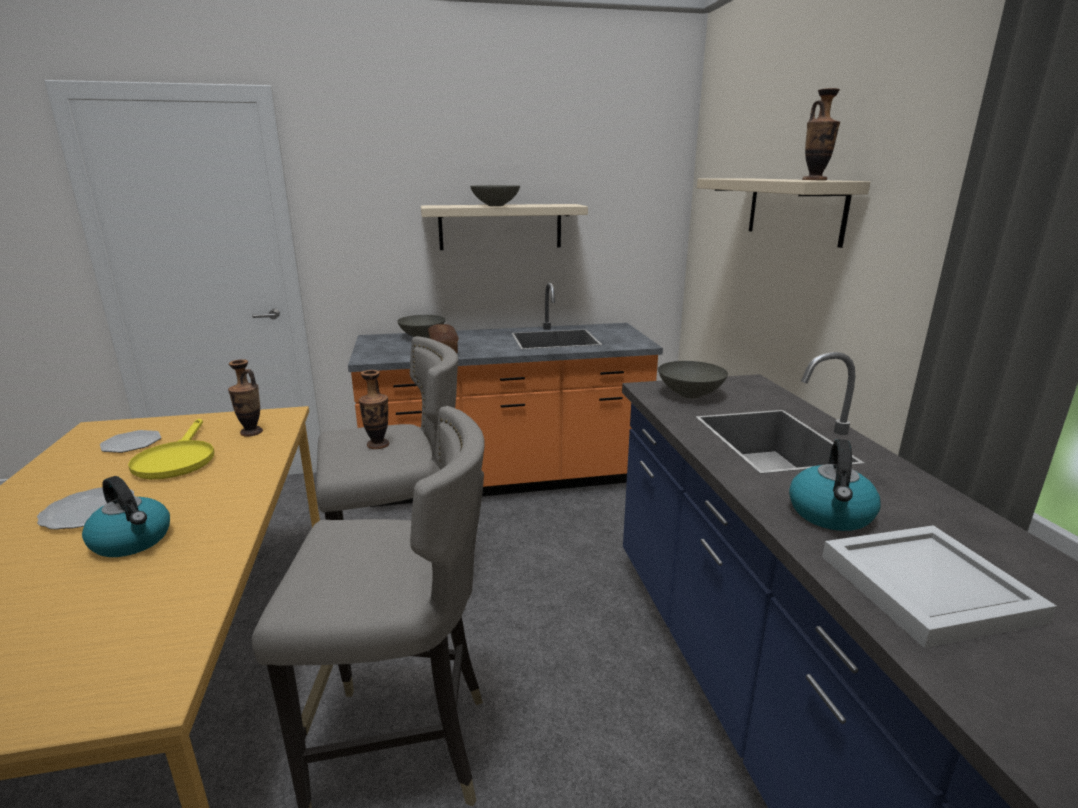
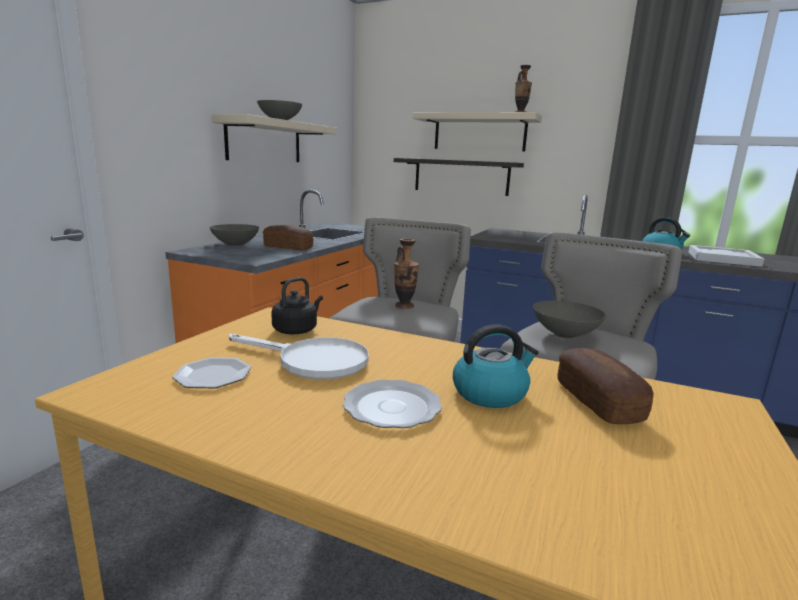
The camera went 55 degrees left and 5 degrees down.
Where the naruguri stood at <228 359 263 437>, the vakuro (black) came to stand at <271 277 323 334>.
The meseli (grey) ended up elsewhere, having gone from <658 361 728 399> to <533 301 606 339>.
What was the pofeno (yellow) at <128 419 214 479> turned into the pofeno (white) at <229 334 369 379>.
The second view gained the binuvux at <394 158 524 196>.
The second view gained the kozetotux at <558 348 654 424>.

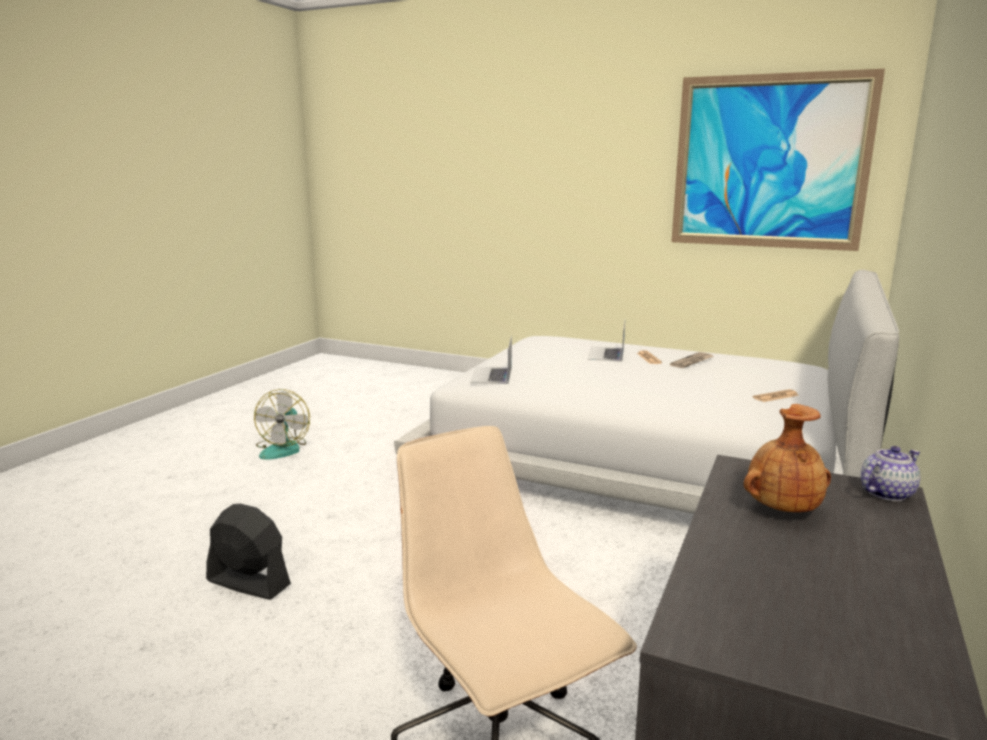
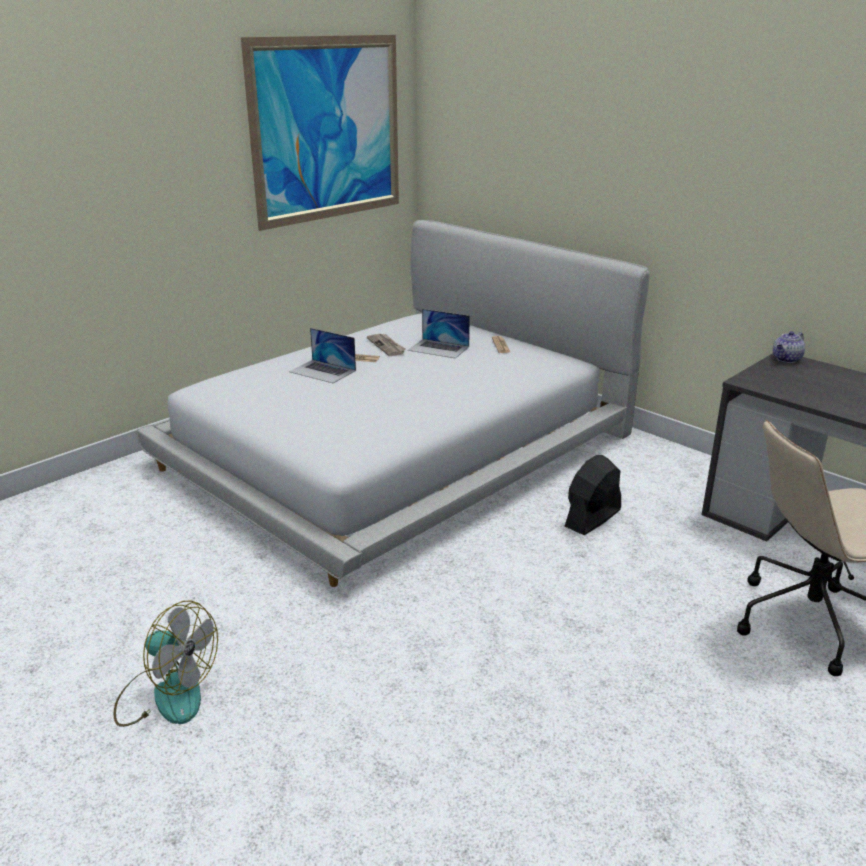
The camera went 70 degrees left and 10 degrees up.
The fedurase ended up elsewhere, having gone from <470 335 512 384> to <408 309 470 359>.
The second view lost the naruguri (brown) at <744 404 831 512>.
The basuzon at <861 446 920 501> ended up facing another way, 120 degrees counterclockwise from before.
The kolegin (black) ended up elsewhere, having gone from <206 504 291 600> to <565 455 621 535>.

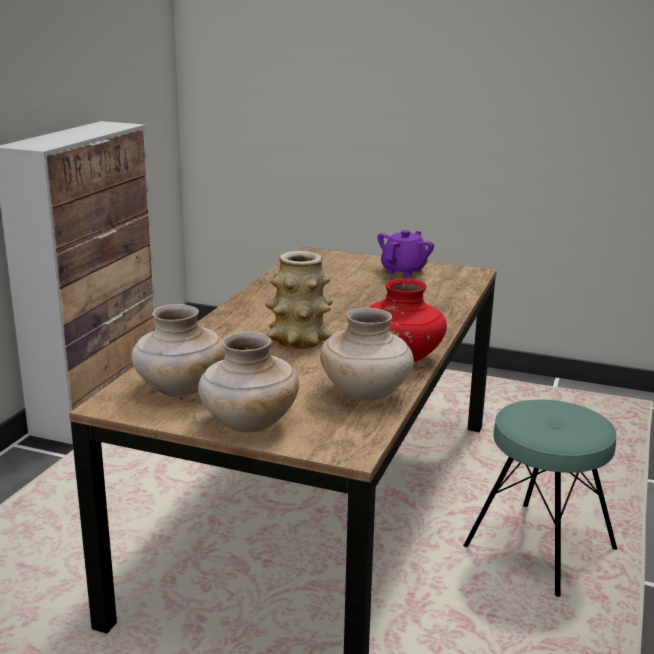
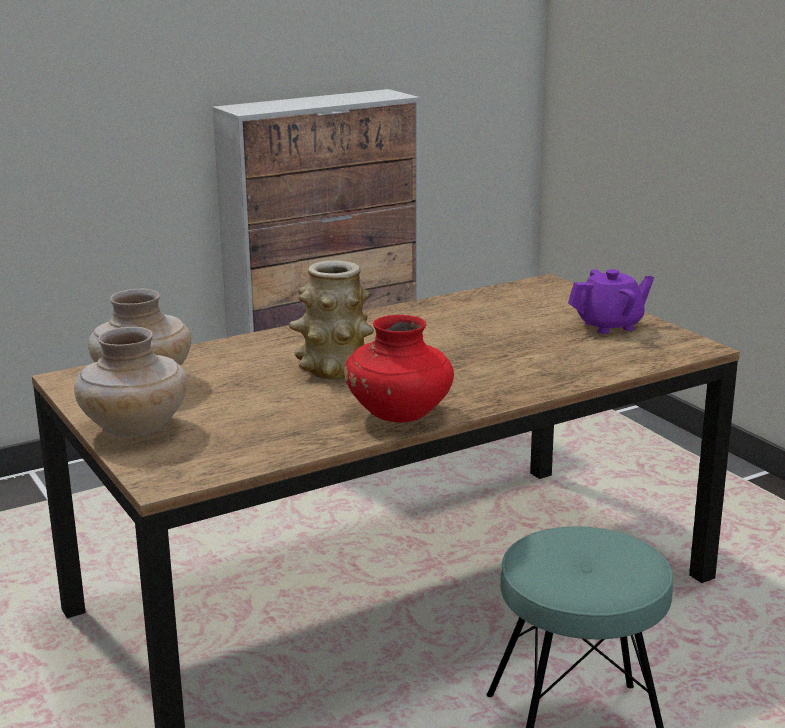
The camera went 40 degrees right and 0 degrees up.
The second view lost the naruguri (beige) at <320 308 414 401>.

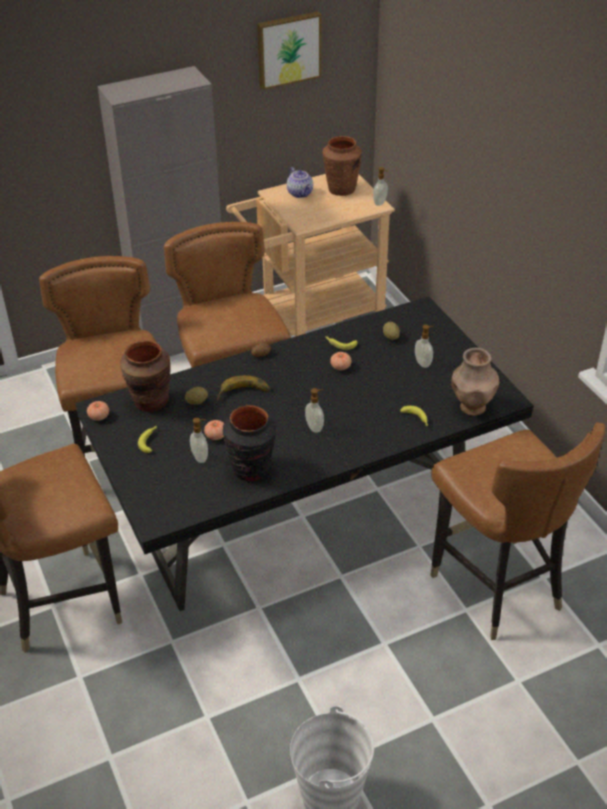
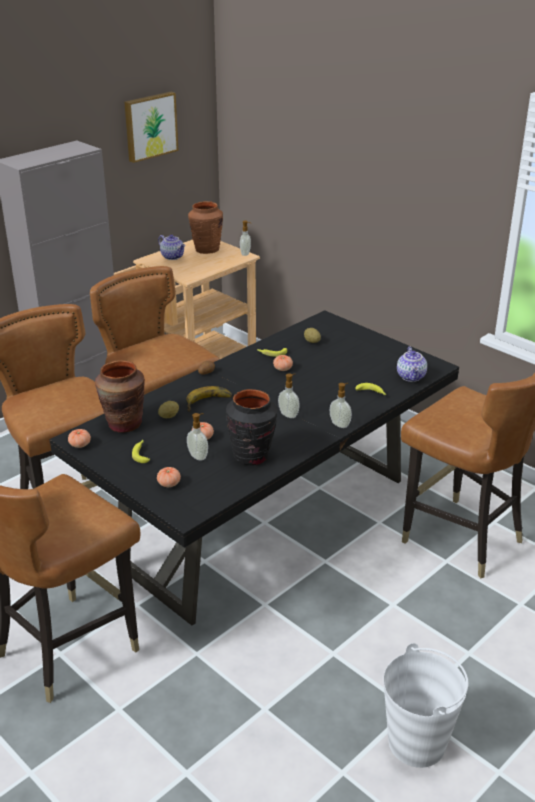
The camera went 20 degrees left and 10 degrees down.
The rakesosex ended up elsewhere, having gone from <415 325 434 368> to <330 383 352 428>.
Where the naruguri (brown) stood at <451 348 499 416>, the basuzon came to stand at <397 346 427 382>.
The second view gained the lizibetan at <157 467 181 487>.

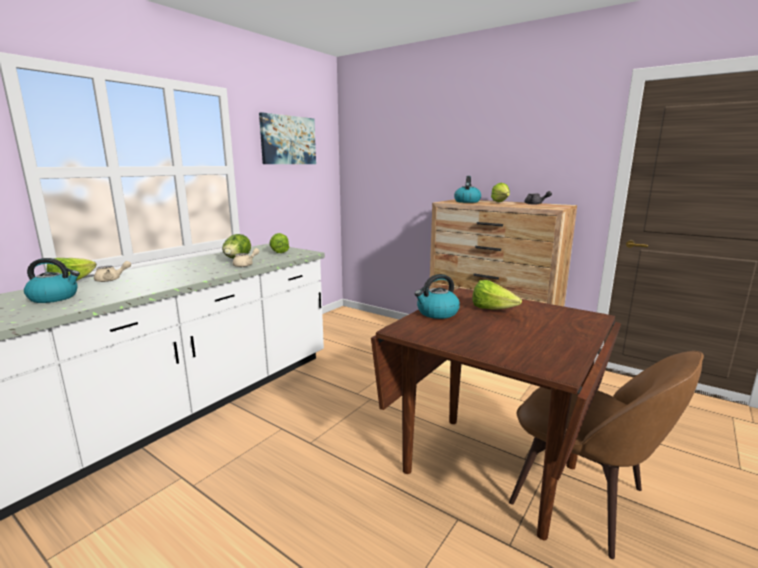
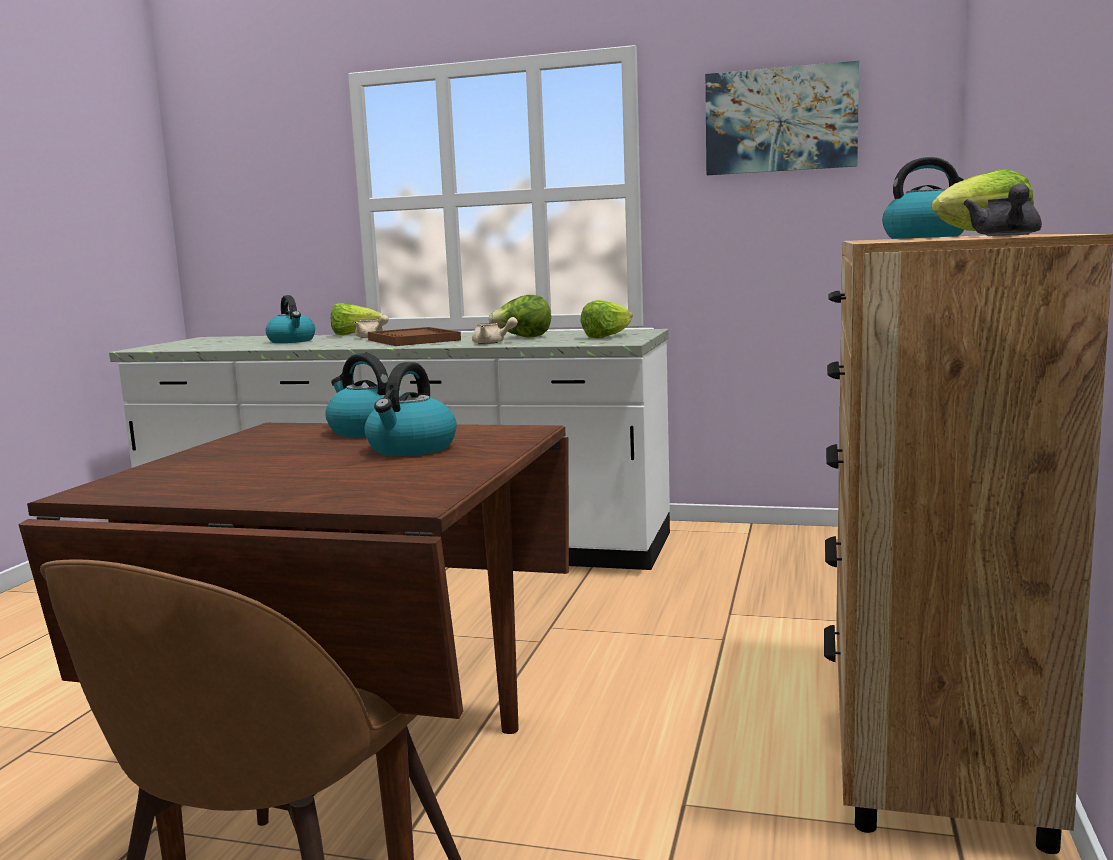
The camera went 70 degrees right and 5 degrees down.
Where the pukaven stood at <472 280 522 310>, the vakuro came to stand at <365 362 457 456>.
The second view gained the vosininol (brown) at <368 327 461 346>.

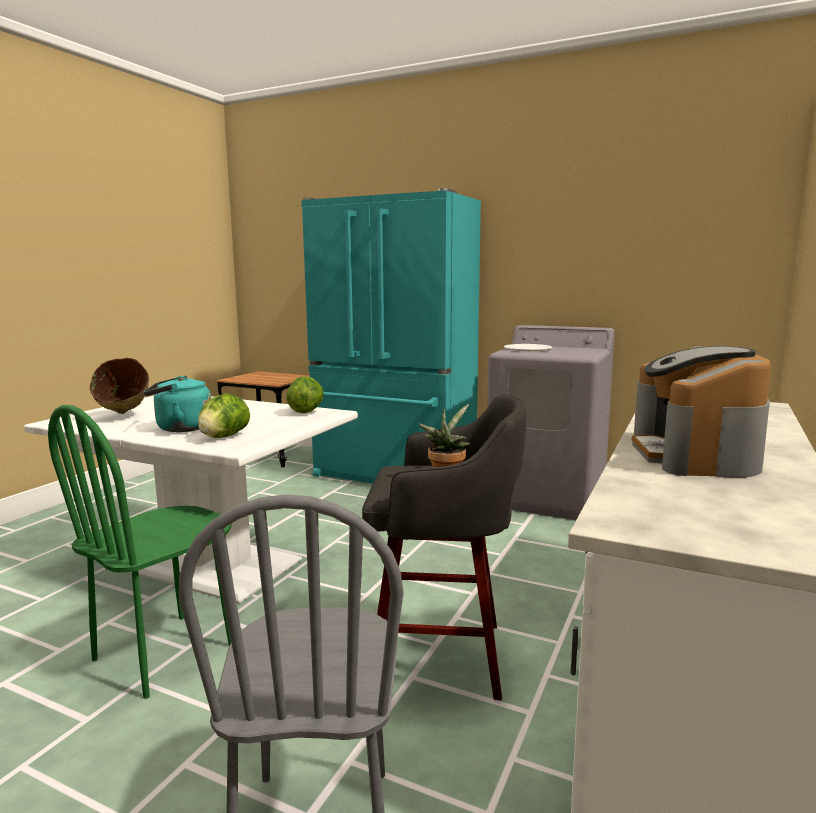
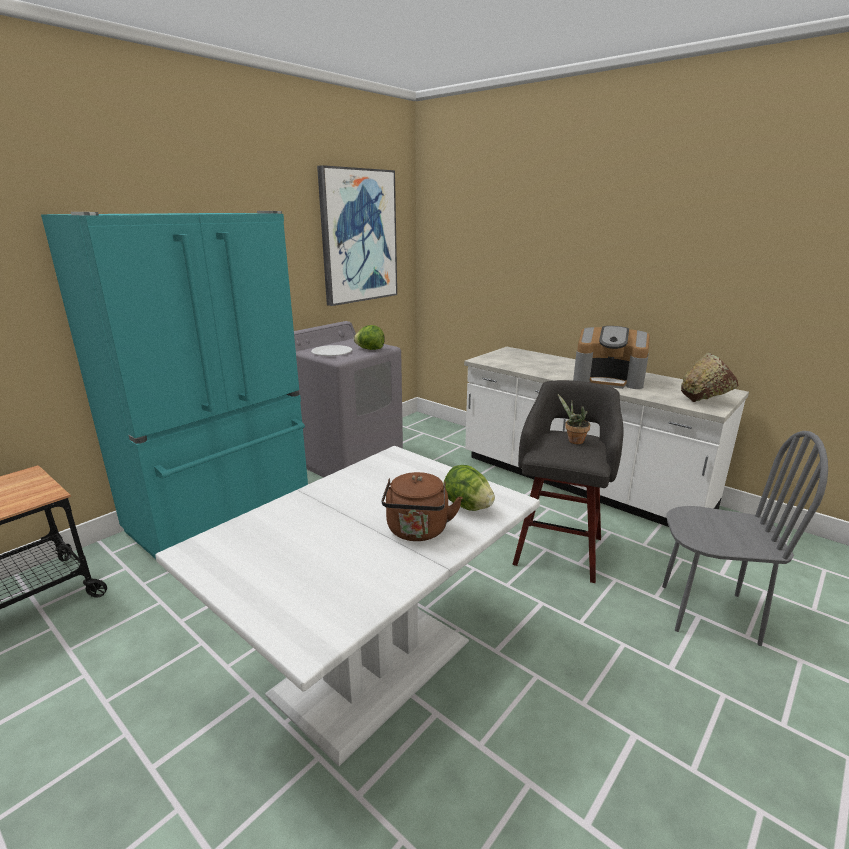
The camera went 75 degrees left and 10 degrees up.
The meseli (brown) ended up elsewhere, having gone from <90 358 150 414> to <681 352 738 402>.
What was the vakuro (turquoise) at <144 376 211 432> turned into the vakuro (brown) at <381 472 463 541>.
The pukaven ended up elsewhere, having gone from <286 376 324 413> to <354 325 385 350>.
The second view lost the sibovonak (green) at <48 405 232 699>.
The second view gained the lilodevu at <317 165 397 306>.

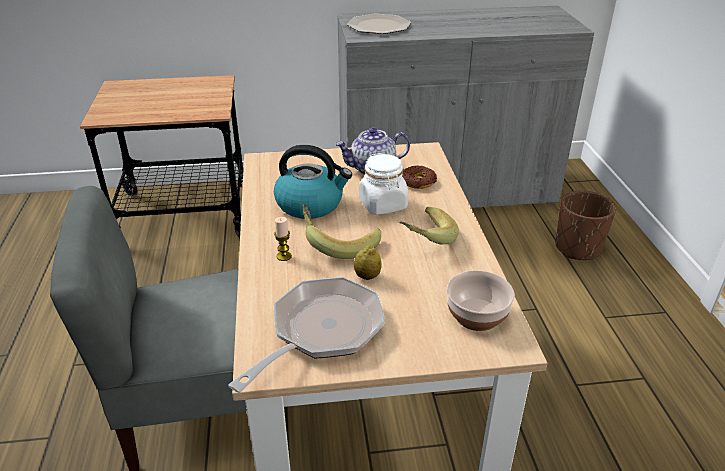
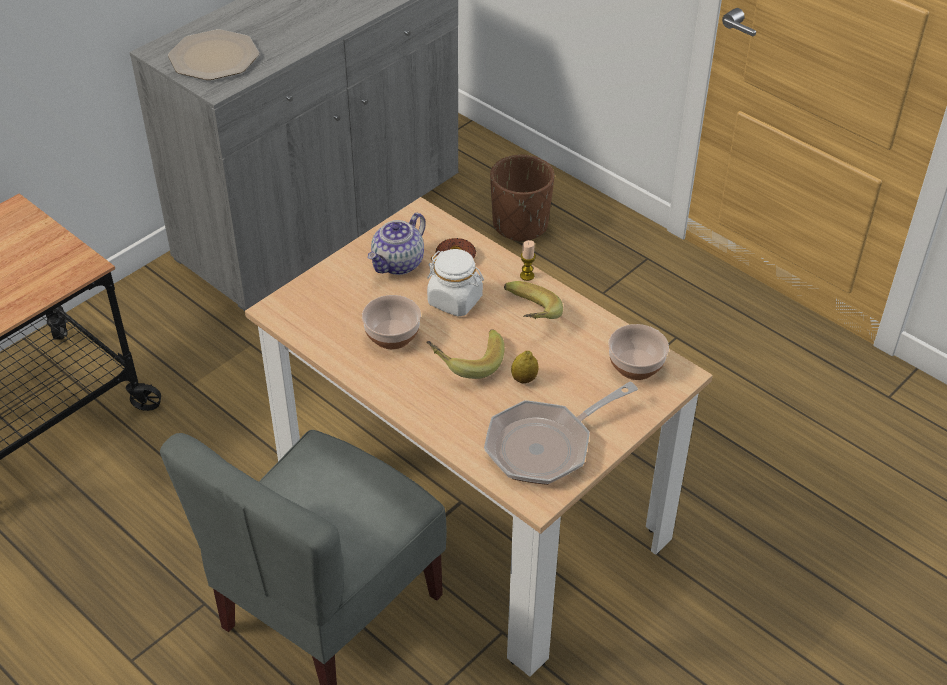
The camera went 40 degrees left and 10 degrees up.
Where the vakuro stood at <274 145 352 219>, the meseli came to stand at <362 295 421 349>.
The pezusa ended up elsewhere, having gone from <274 217 292 261> to <520 240 535 281>.
The pofeno at <228 277 385 393> ended up facing another way, 120 degrees counterclockwise from before.

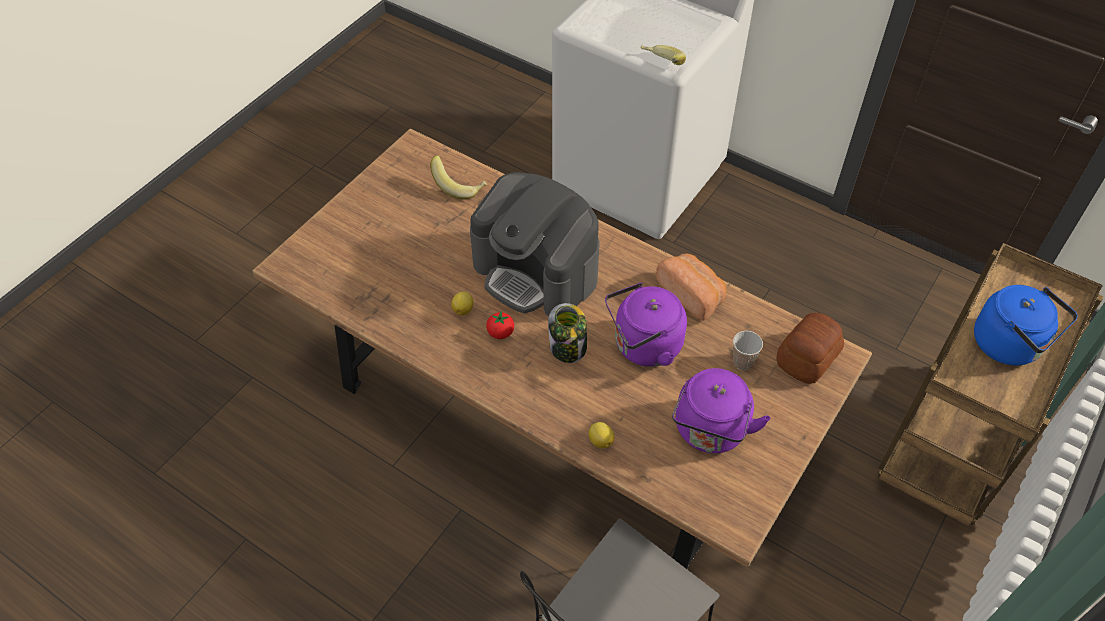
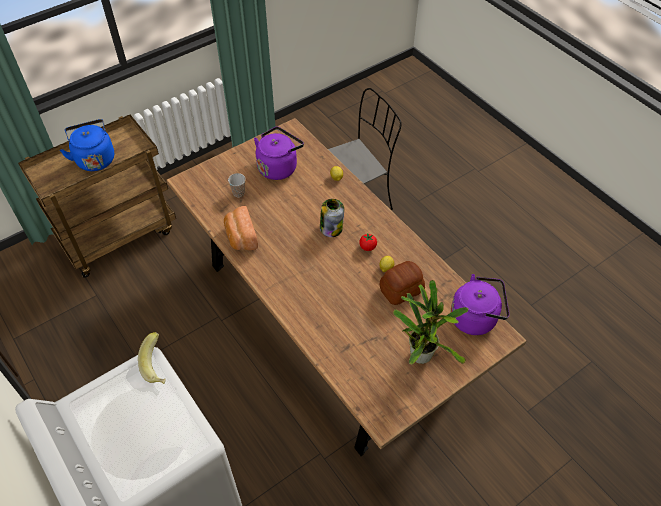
The camera went 160 degrees left and 0 degrees up.
The second view lost the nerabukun at <430 155 487 200>.
The second view lost the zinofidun at <470 172 599 317>.
The vakuro (purple) ended up elsewhere, having gone from <605 282 687 367> to <451 274 509 335>.
The kozetotux ended up elsewhere, having gone from <777 313 844 384> to <380 261 425 305>.
The second view gained the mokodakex at <393 280 468 365>.

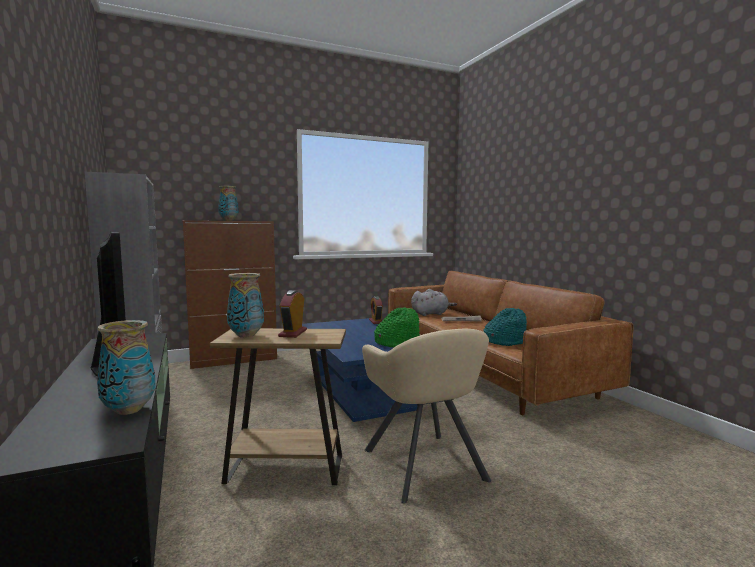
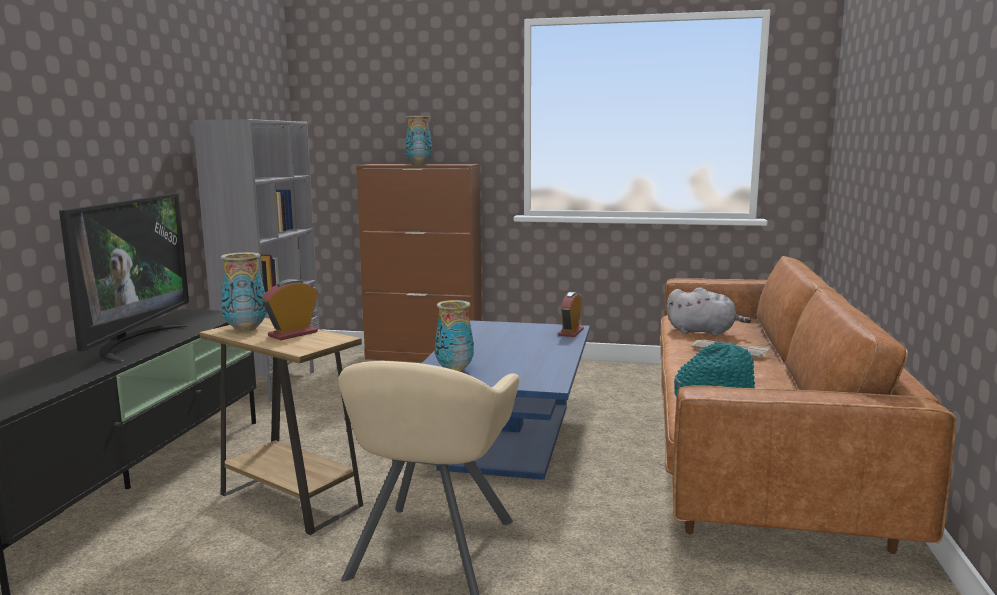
The camera went 35 degrees right and 5 degrees up.
The second view lost the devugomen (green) at <374 307 420 348>.
The naruguri ended up elsewhere, having gone from <97 320 156 415> to <435 300 474 372>.

